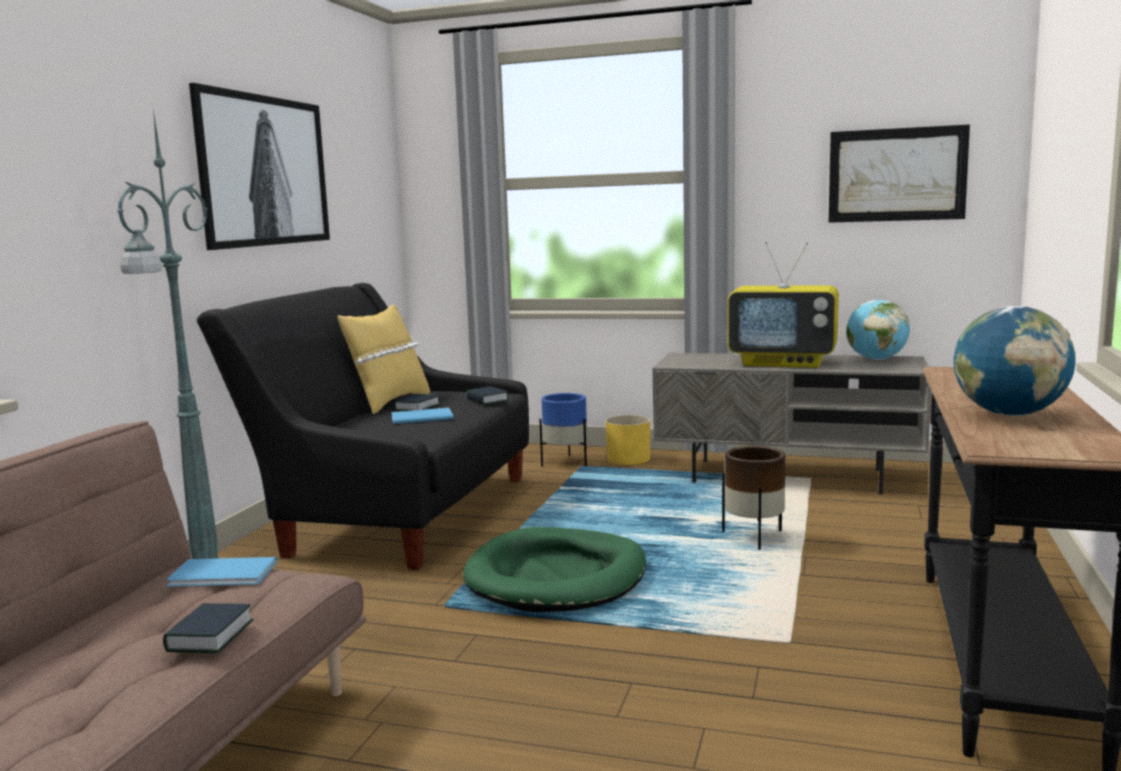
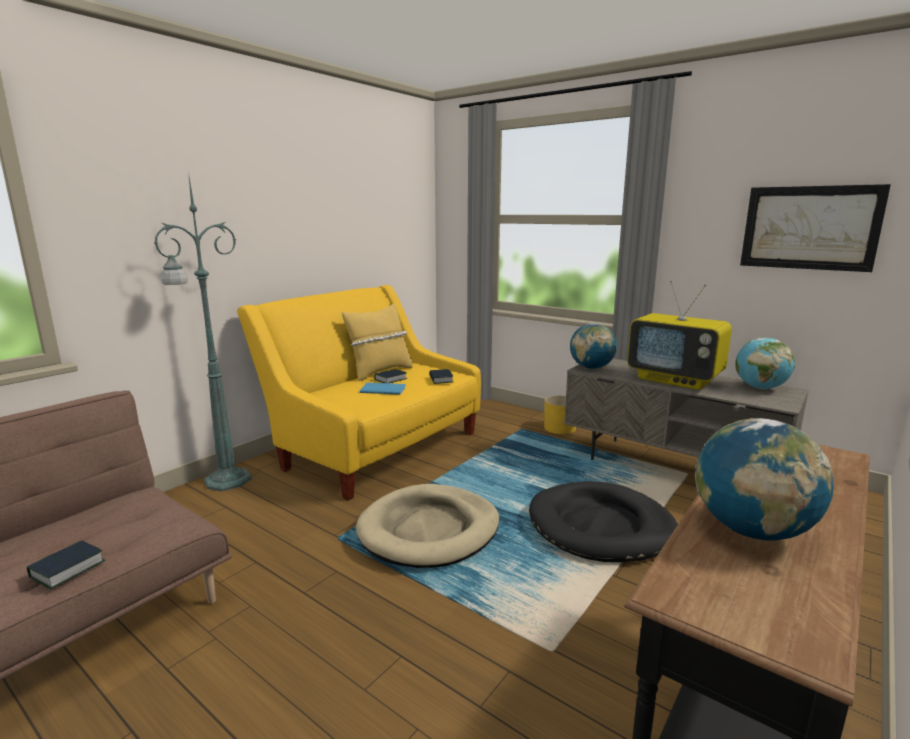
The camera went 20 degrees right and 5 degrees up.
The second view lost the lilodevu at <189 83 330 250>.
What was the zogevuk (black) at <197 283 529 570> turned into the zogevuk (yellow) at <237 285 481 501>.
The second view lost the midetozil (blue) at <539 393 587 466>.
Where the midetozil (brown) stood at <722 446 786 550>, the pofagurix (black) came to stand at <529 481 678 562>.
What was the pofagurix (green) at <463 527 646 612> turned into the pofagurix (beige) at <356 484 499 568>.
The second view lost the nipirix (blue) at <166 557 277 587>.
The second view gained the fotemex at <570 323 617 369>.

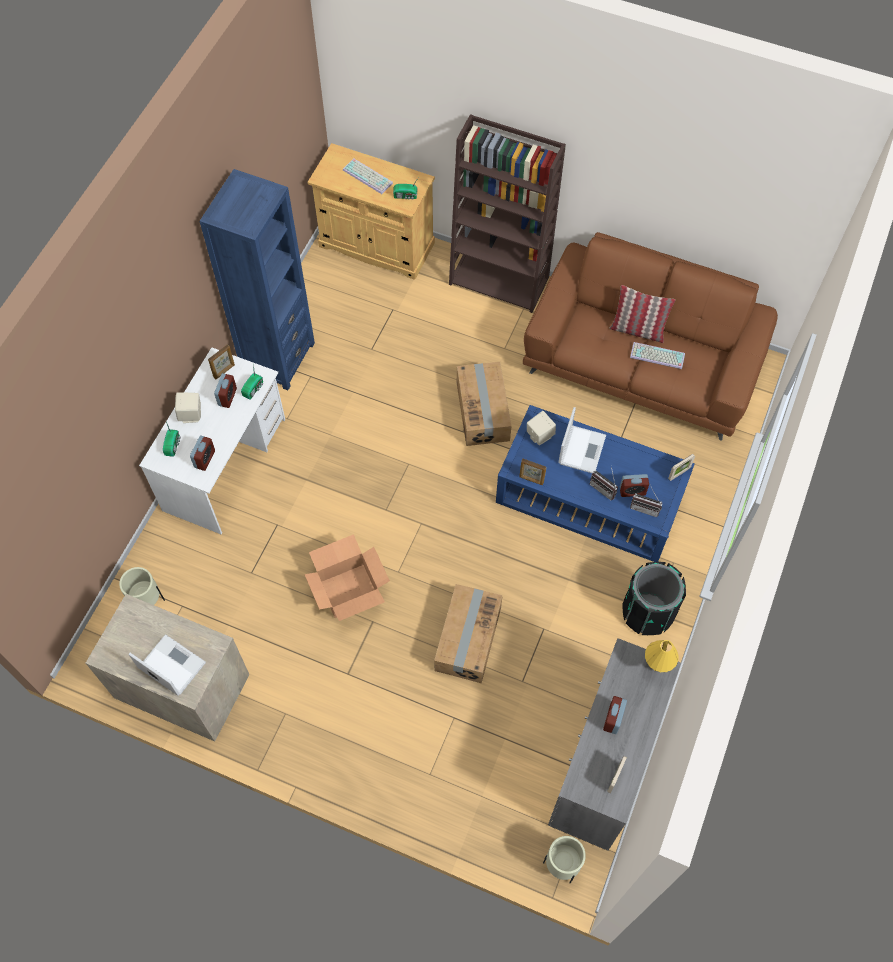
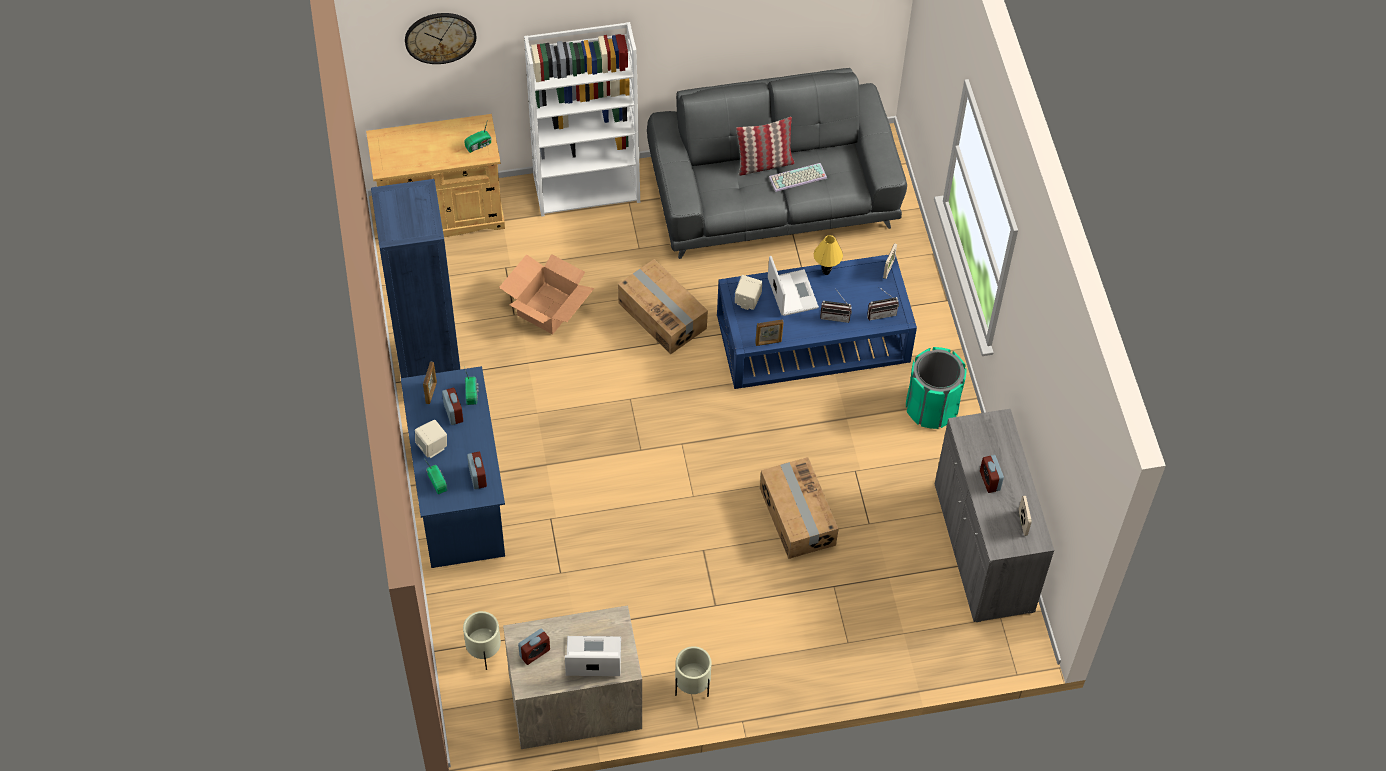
The camera went 35 degrees left and 5 degrees down.
What was the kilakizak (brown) at <449 114 566 313> turned into the kilakizak (white) at <524 22 640 217>.
The second view lost the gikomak at <343 159 393 194>.
What was the zogevuk (brown) at <523 232 778 441> turned into the zogevuk (grey) at <647 68 907 259>.
What was the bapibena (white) at <139 347 285 534> turned into the bapibena (blue) at <401 366 505 568>.
The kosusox ended up elsewhere, having gone from <620 474 649 497> to <518 629 550 665>.
The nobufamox ended up elsewhere, having gone from <304 534 390 621> to <499 254 594 334>.
What was the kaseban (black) at <622 562 686 635> turned into the kaseban (green) at <906 347 966 429>.
The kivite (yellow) ended up elsewhere, having gone from <645 640 679 672> to <814 235 843 275>.
The midetozil (beige) ended up elsewhere, having gone from <543 836 586 883> to <675 646 711 697>.
The second view gained the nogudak at <405 13 477 64>.

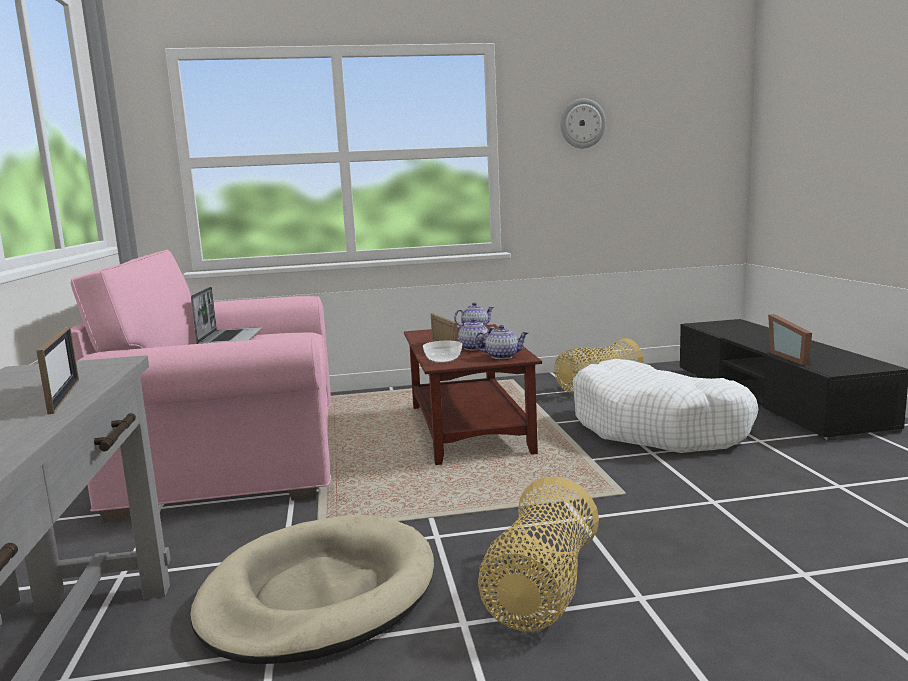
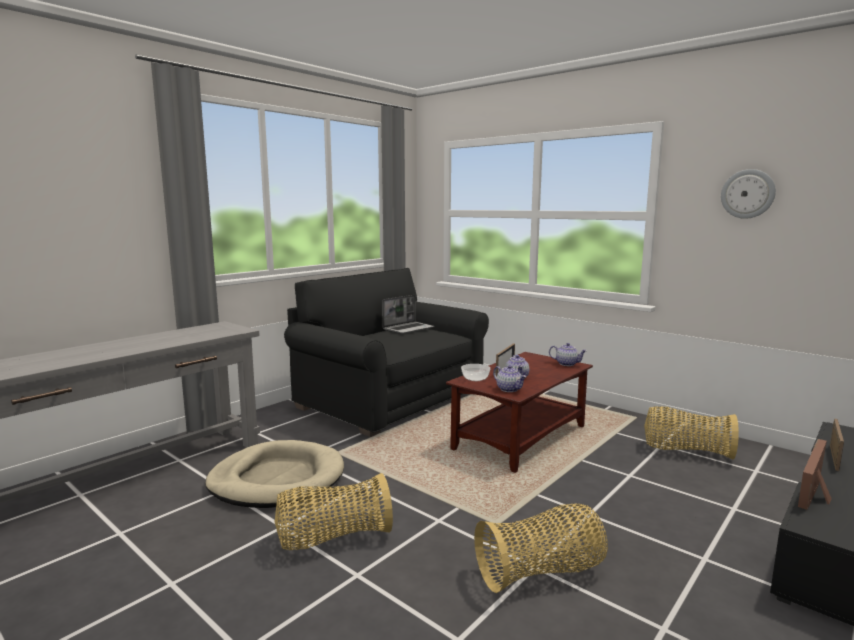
The camera went 50 degrees right and 0 degrees up.
What was the zogevuk (pink) at <71 249 332 522> turned into the zogevuk (black) at <284 268 489 437>.
The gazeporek ended up elsewhere, having gone from <36 327 79 415> to <830 419 844 471>.
The second view lost the pofagurix (white) at <573 359 759 453>.
The second view gained the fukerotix at <474 504 608 593>.

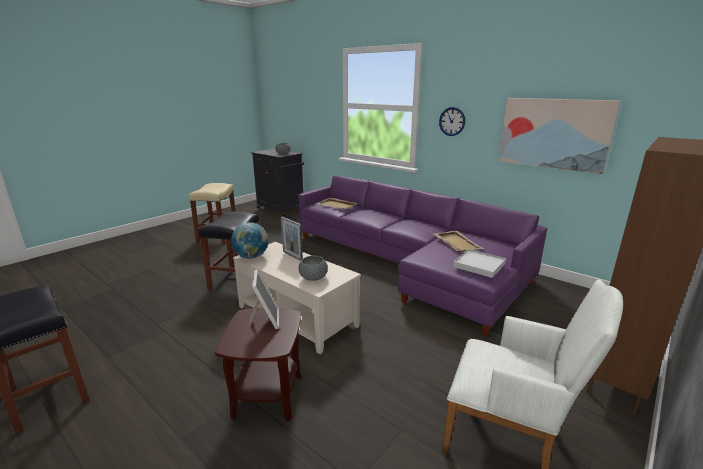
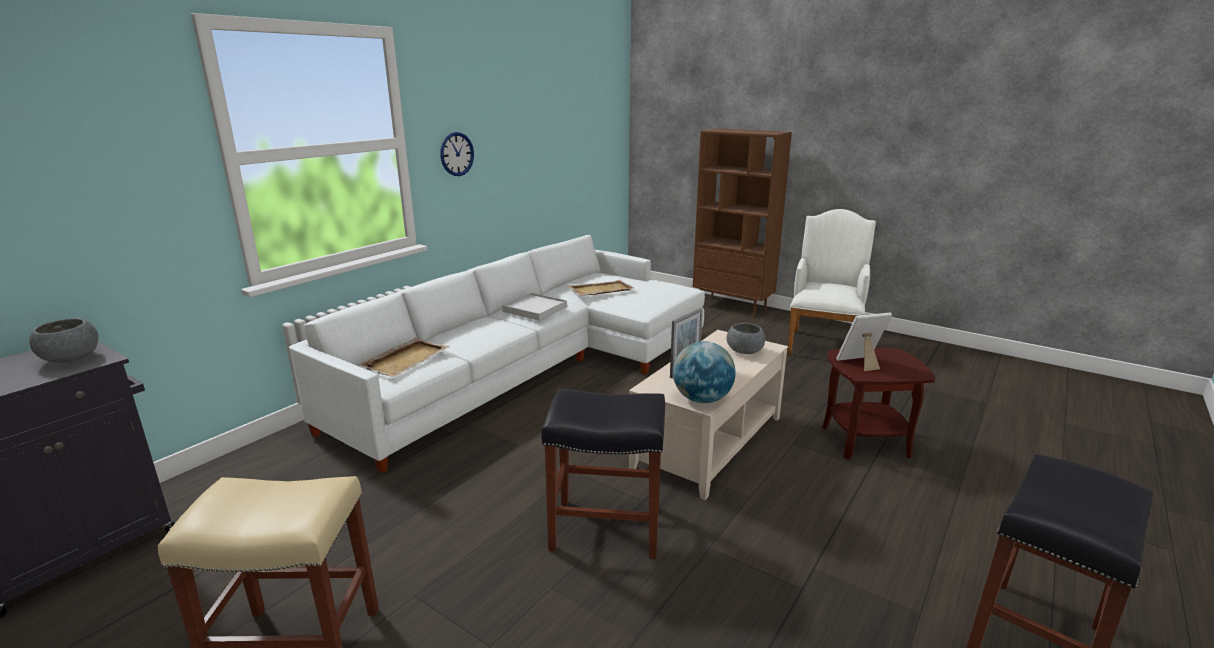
The camera went 95 degrees left and 0 degrees up.
The second view lost the lilodevu at <498 98 620 174>.
What was the zogevuk (purple) at <298 176 547 336> turned into the zogevuk (white) at <289 235 705 473>.
The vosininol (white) ended up elsewhere, having gone from <453 249 506 278> to <502 293 567 321>.

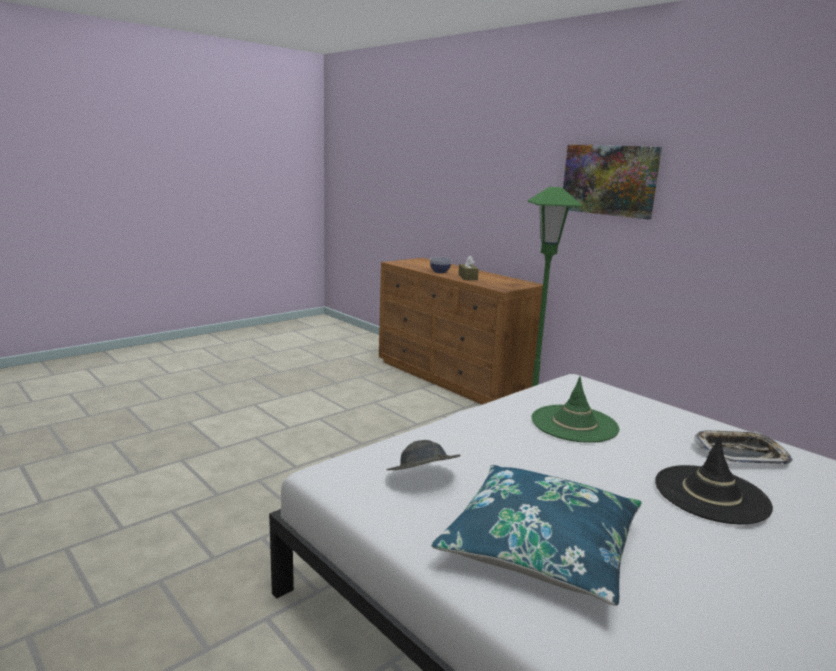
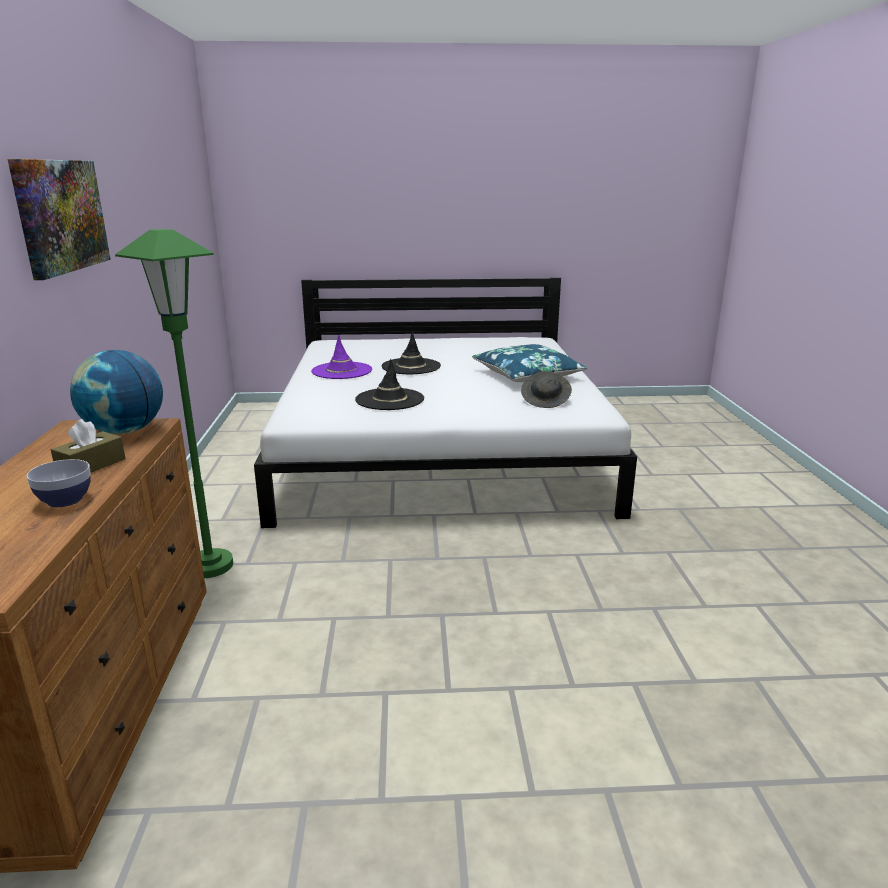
The camera went 140 degrees left and 5 degrees up.
What was the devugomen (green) at <531 376 619 443> turned into the devugomen (black) at <355 359 424 410>.
Where the vosininol stood at <694 431 793 464>, the devugomen (purple) came to stand at <311 335 372 379>.
The second view gained the fotemex at <70 350 163 434>.

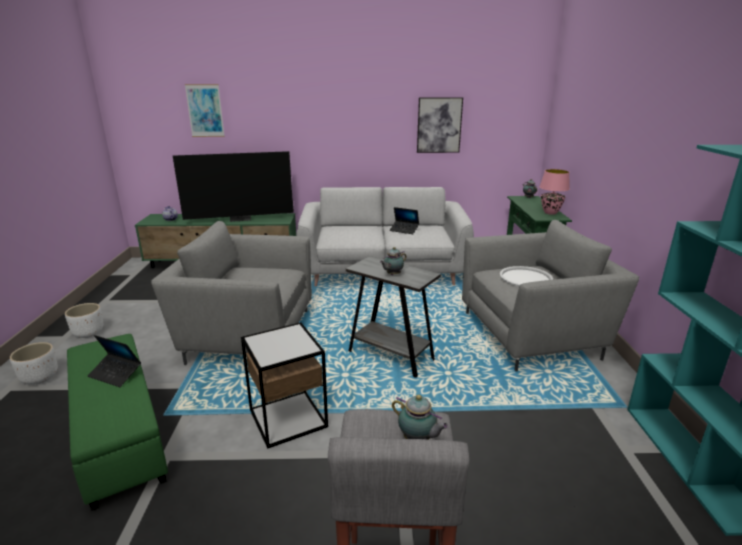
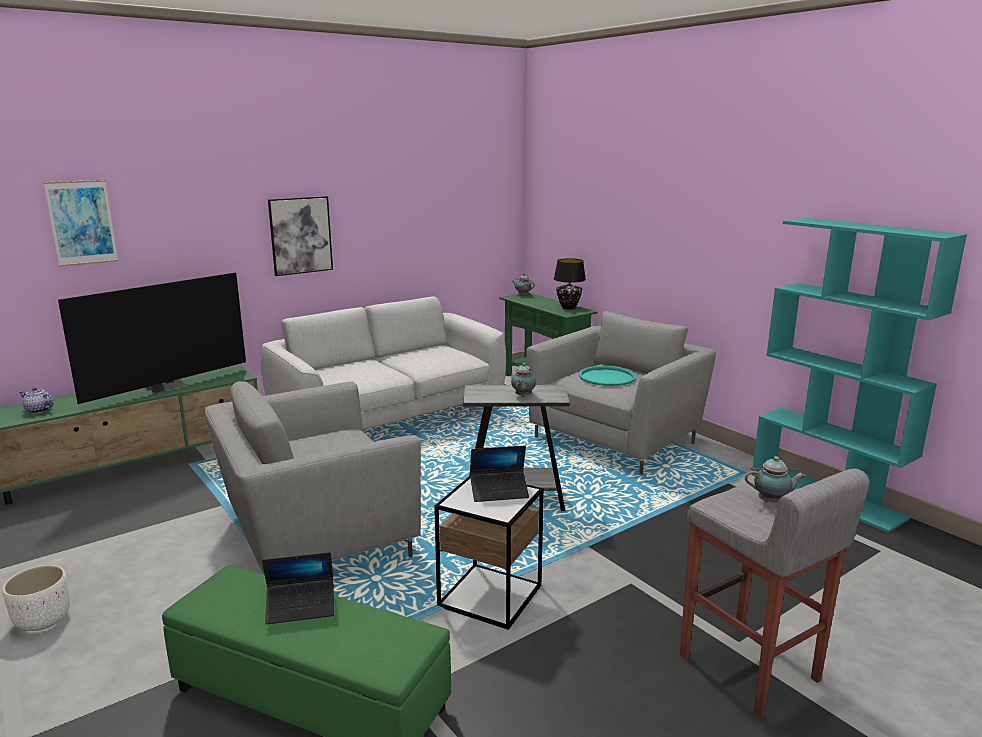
The camera went 35 degrees left and 5 degrees down.
The lilodevu ended up elsewhere, having gone from <417 97 463 153> to <268 196 333 276>.
What was the kivite (pink) at <540 169 570 215> turned into the kivite (black) at <554 258 586 309>.
The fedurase ended up elsewhere, having gone from <390 207 419 234> to <470 445 529 502>.
What was the vosininol (white) at <500 266 553 287> turned into the vosininol (turquoise) at <579 366 636 386>.
The second view lost the midetozil (white) at <10 342 58 385>.

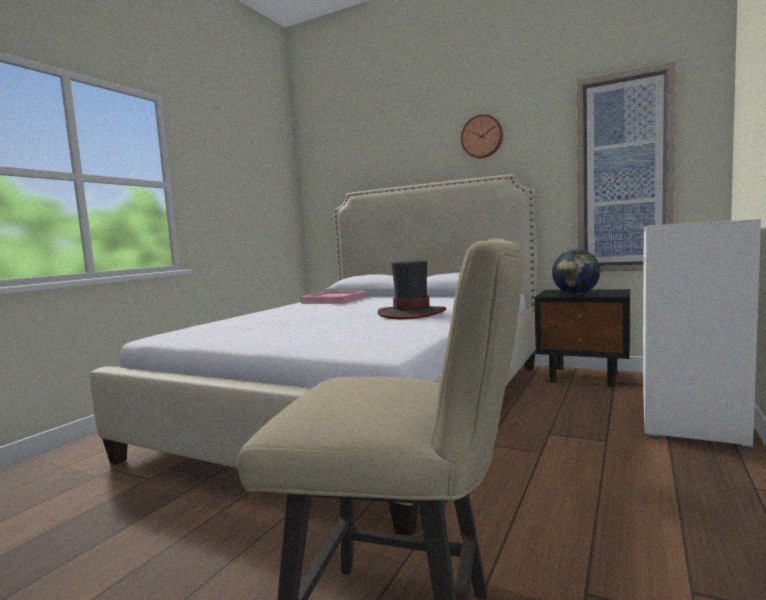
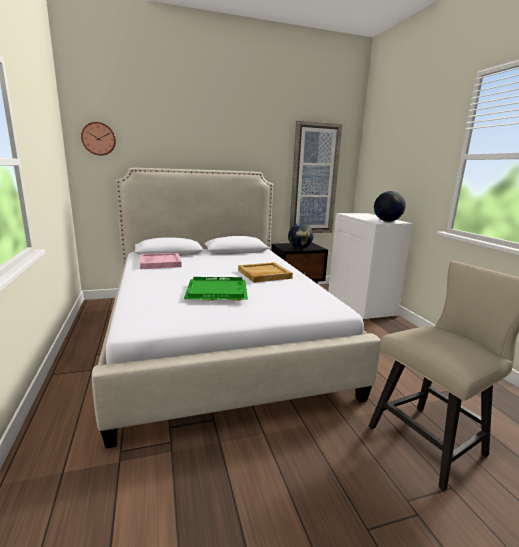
The camera went 45 degrees left and 10 degrees up.
The nogudak ended up elsewhere, having gone from <461 114 503 158> to <81 122 116 156>.
Where the devugomen stood at <378 260 446 319>, the vosininol (beige) came to stand at <238 262 293 283>.
The second view gained the fotemex at <374 191 406 222>.
The second view gained the vosininol (green) at <184 277 248 301>.

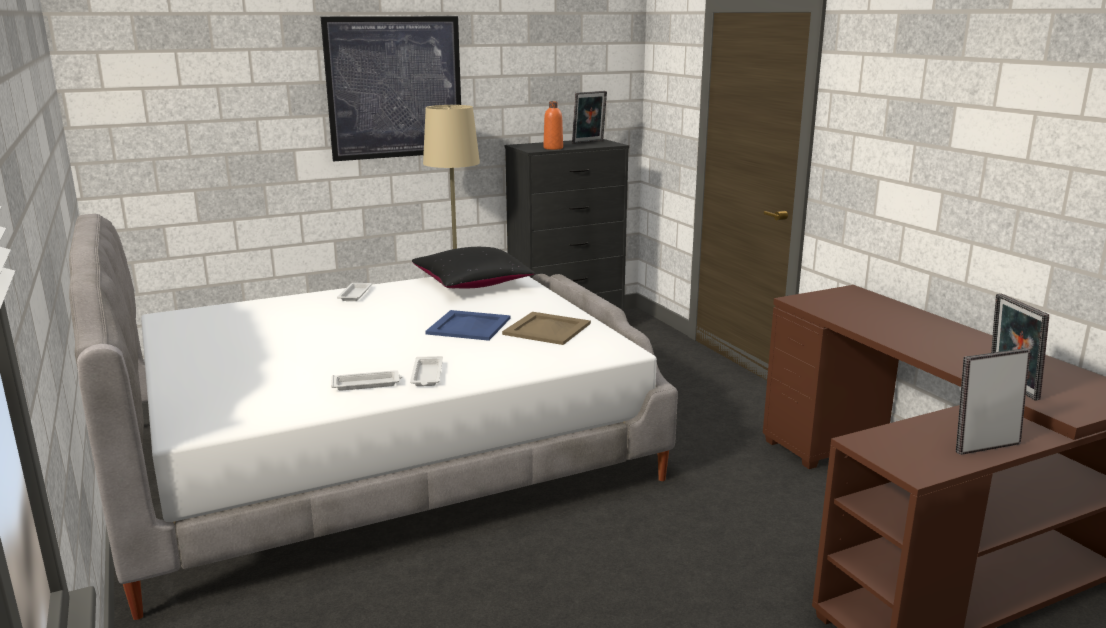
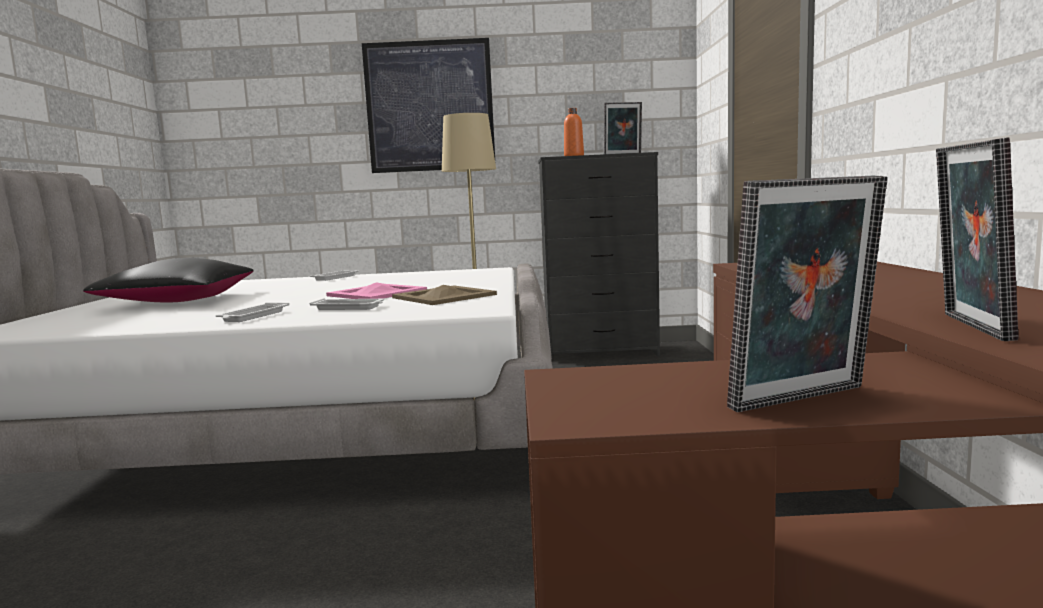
The camera went 25 degrees right and 10 degrees down.
The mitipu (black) ended up elsewhere, having gone from <412 247 535 288> to <83 258 254 302>.
What was the vosininol (blue) at <425 310 510 341> turned into the vosininol (pink) at <326 282 427 299>.
The gazeporek at <956 348 1030 455> ended up facing another way, 150 degrees clockwise from before.
The vosininol (white) ended up elsewhere, having gone from <331 370 402 391> to <309 298 384 310>.

